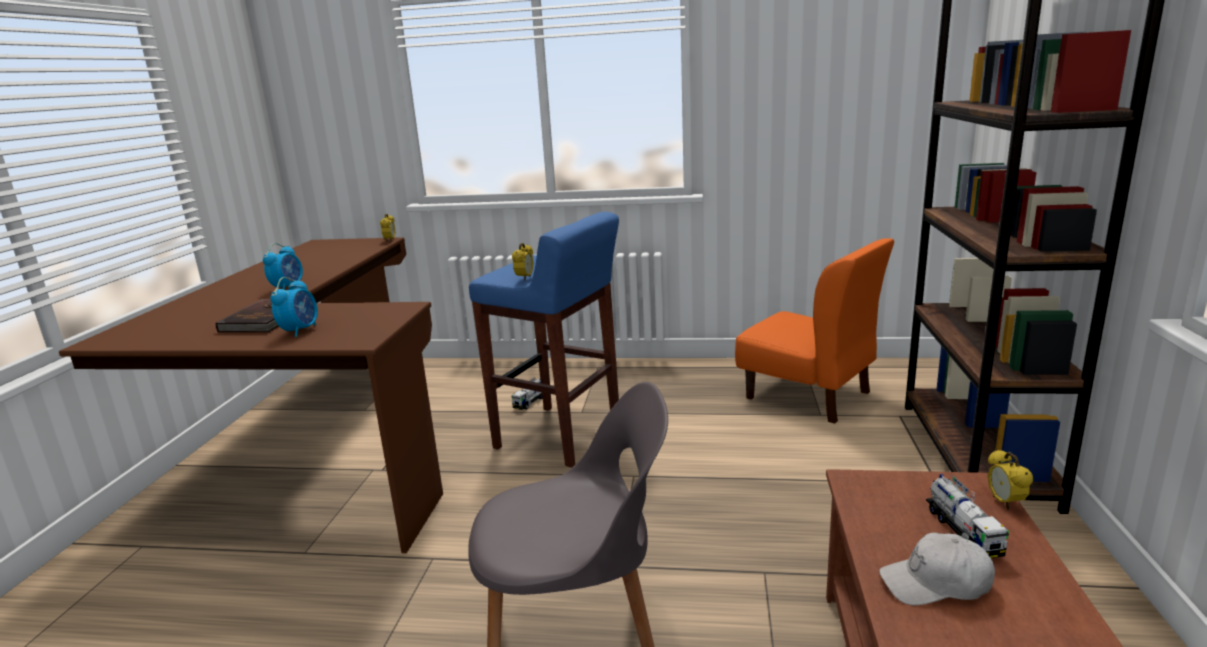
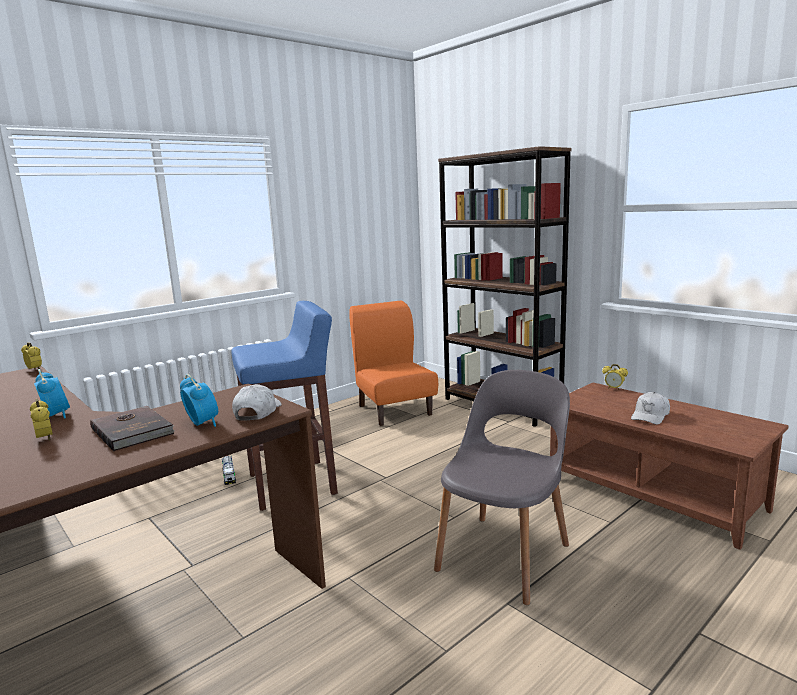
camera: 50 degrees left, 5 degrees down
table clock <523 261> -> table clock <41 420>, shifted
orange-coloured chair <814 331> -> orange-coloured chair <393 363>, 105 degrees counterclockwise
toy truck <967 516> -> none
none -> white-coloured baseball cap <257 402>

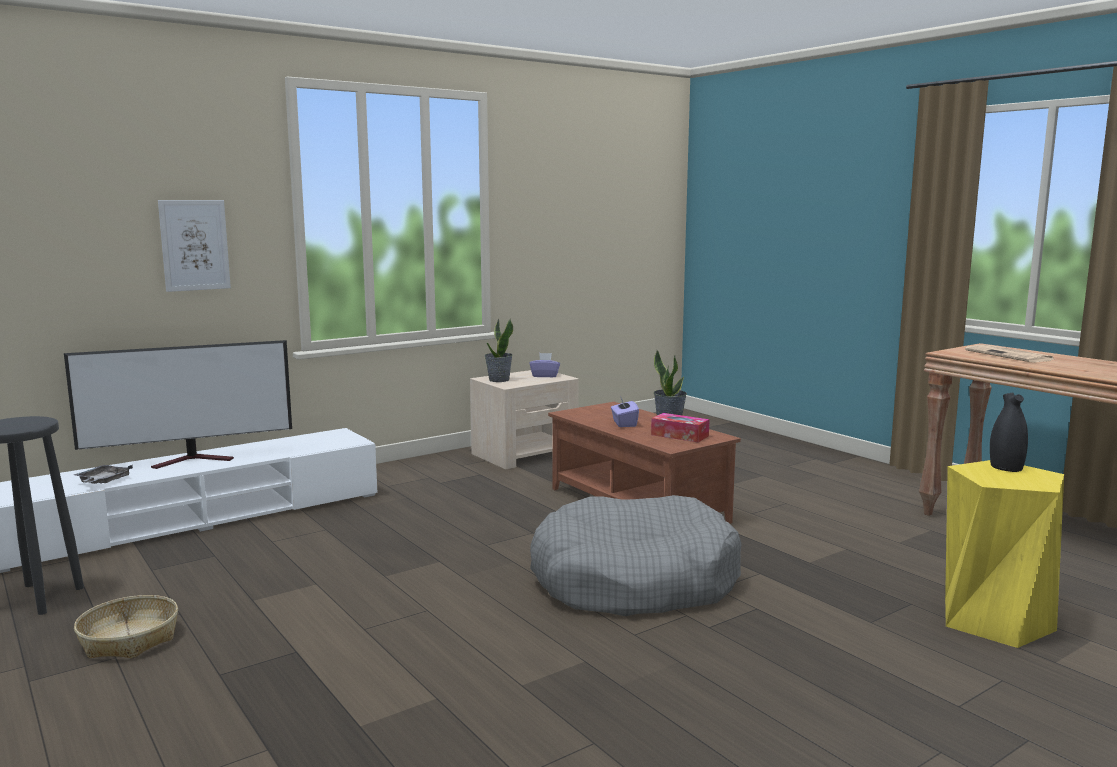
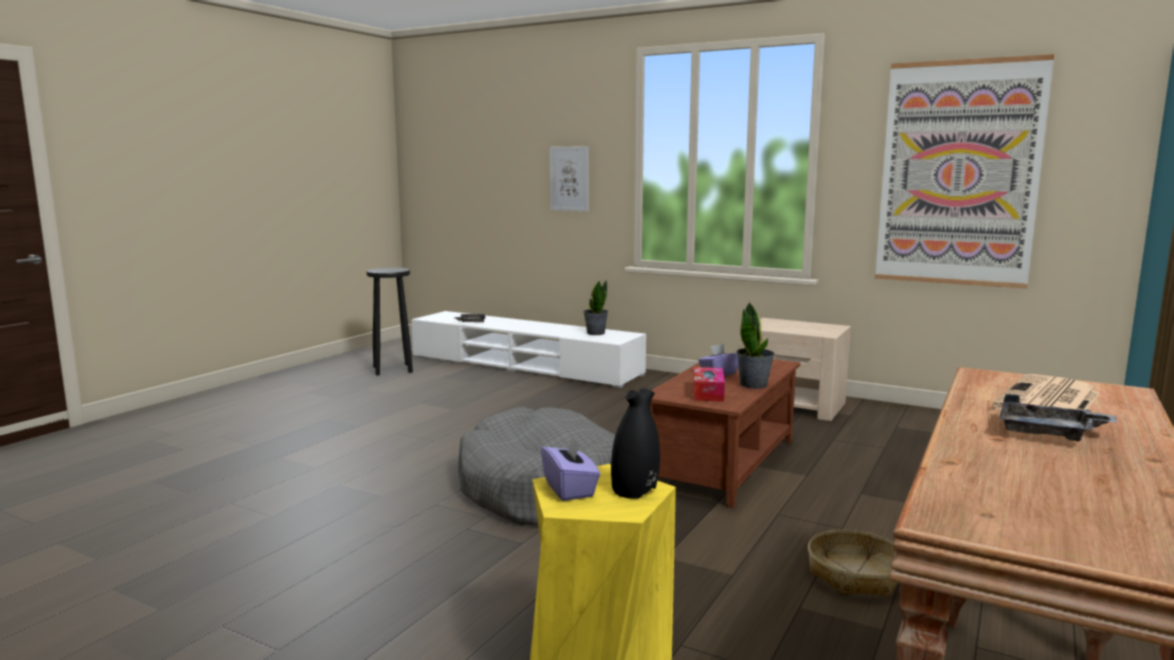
camera: 65 degrees right, 0 degrees up
TV set <178 404> -> none
household basket <126 626> -> household basket <853 563>, shifted
potted plant <498 350> -> potted plant <595 307>, shifted
purplish box of tissues <545 365> -> purplish box of tissues <570 468>, shifted
none -> picture <964 171>
none -> gray serving tray <1058 418>

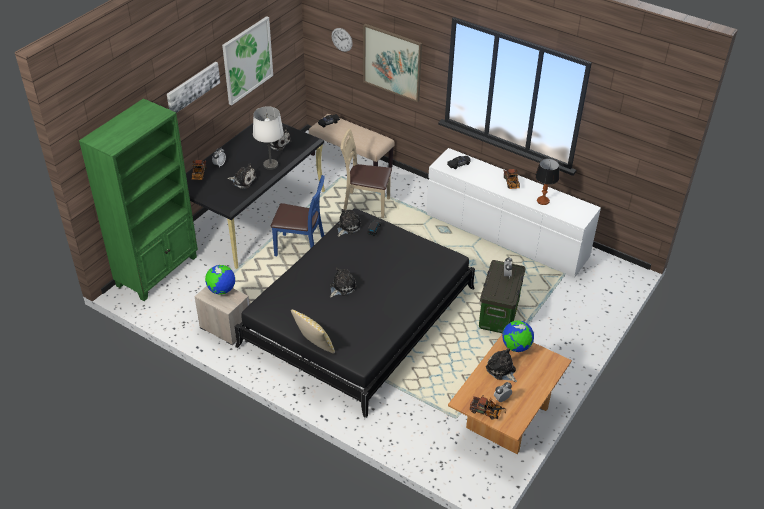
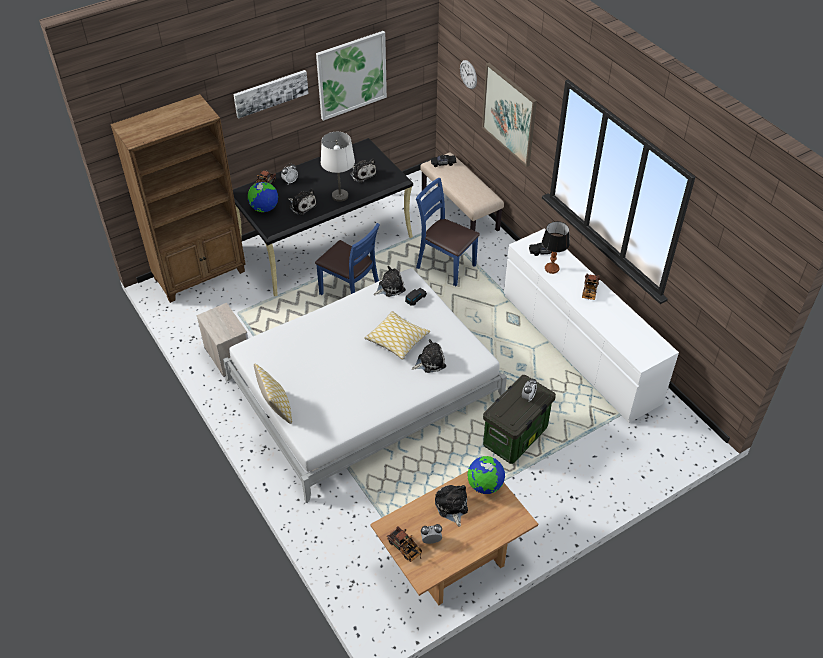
camera: 25 degrees right, 5 degrees up
green-coloured bookcase <138 199> -> brown-coloured bookcase <178 198>
world globe <220 280> -> world globe <263 197>, shifted
blackish sleeping bed <355 313> -> white-coloured sleeping bed <365 385>
soft toy <343 282> -> soft toy <429 356>, shifted
beige-coloured chair <366 173> -> blue chair <448 232>
table lamp <547 181> -> table lamp <556 247>, shifted
none -> cushion <397 335>

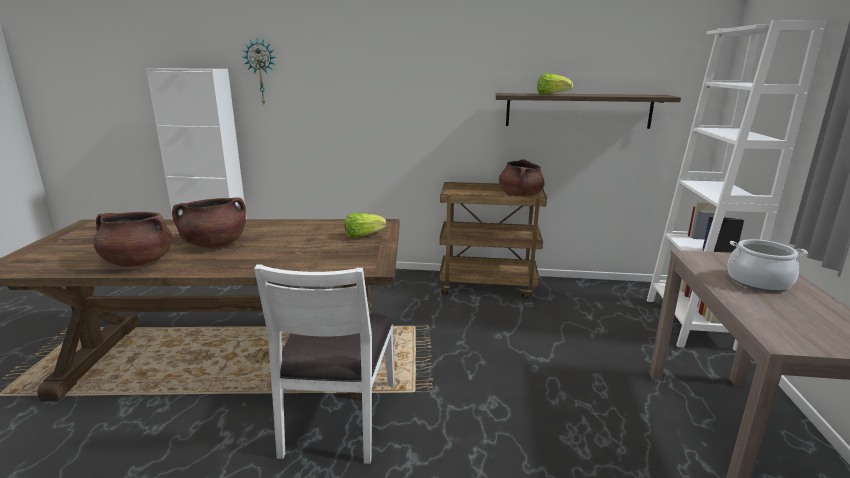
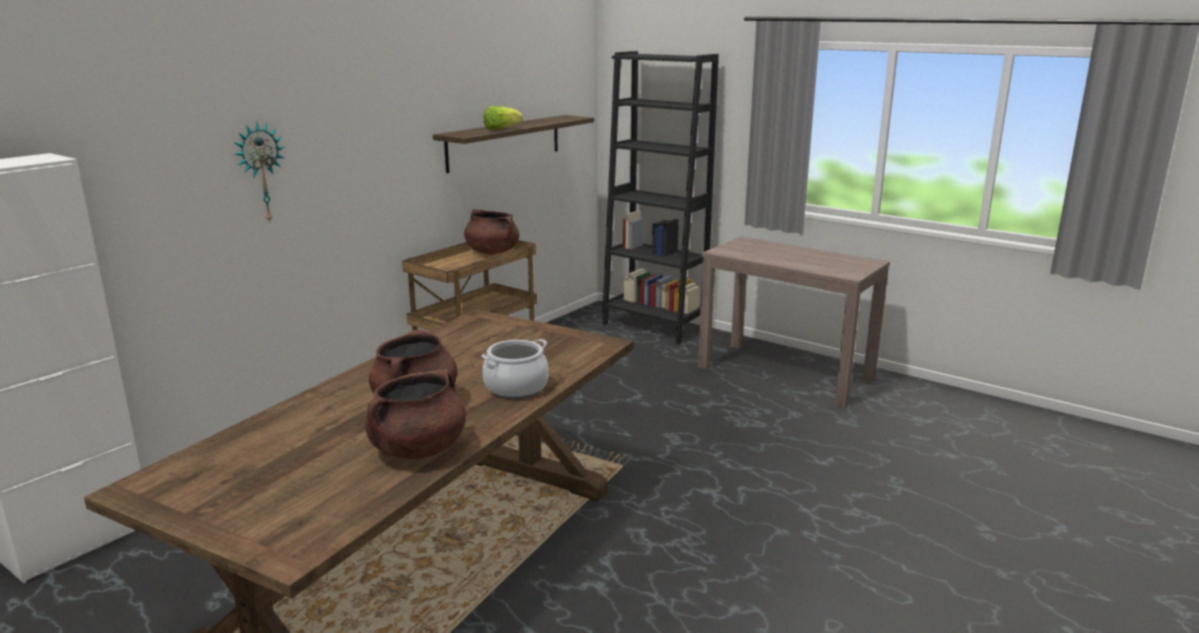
camera: 60 degrees left, 0 degrees up
clock on the wall <259 71> -> clock on the wall <259 172>, shifted
white-coloured chair <324 364> -> none
lettuce head <365 225> -> none
white-coloured bookcase <736 185> -> blackish bookcase <660 197>
stockpot <768 265> -> stockpot <515 368>, shifted

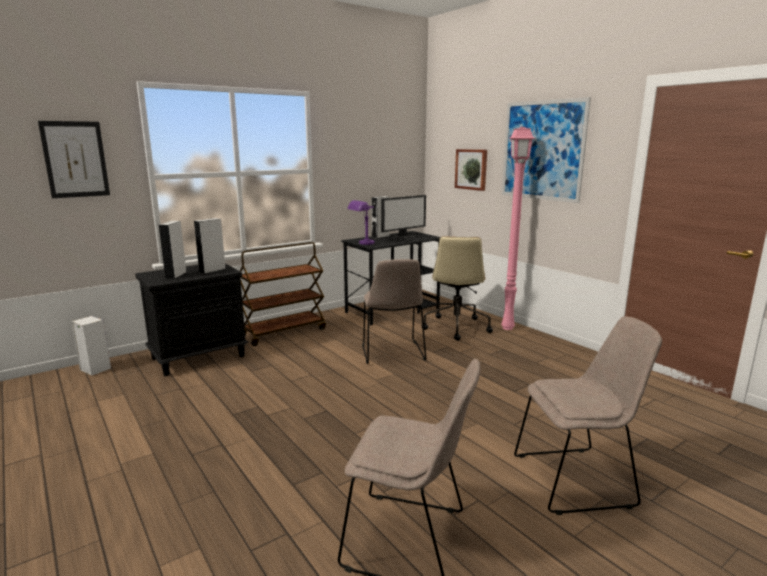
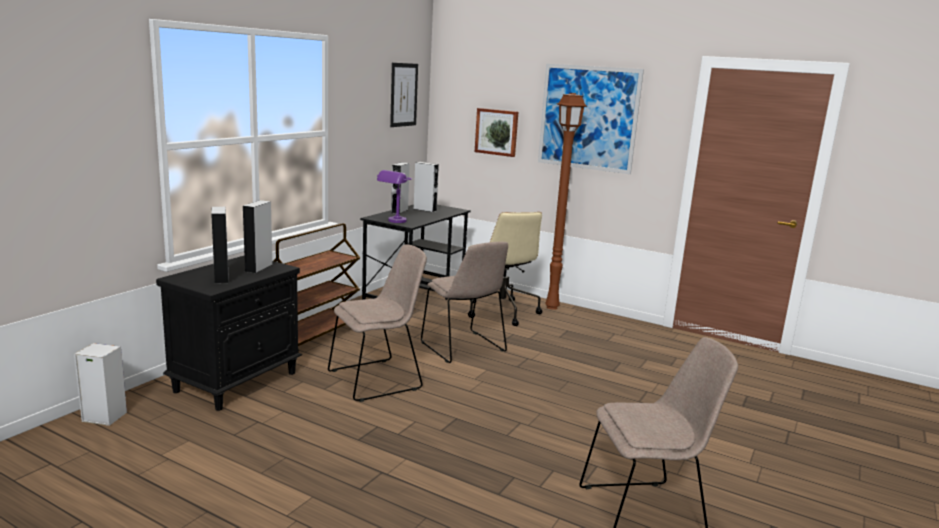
camera: 25 degrees left, 0 degrees up
picture <74 159> -> picture <404 95>, shifted
computer screen <403 217> -> gray loudspeaker <426 187>
pink-coloured standard lamp <518 228> -> brown-coloured standard lamp <566 201>
beige-coloured chair <588 415> -> beige-coloured chair <377 323>, shifted

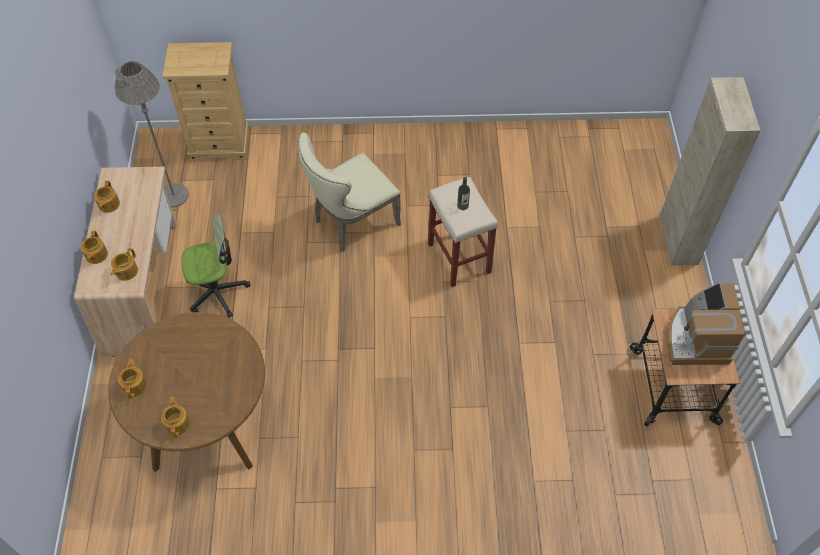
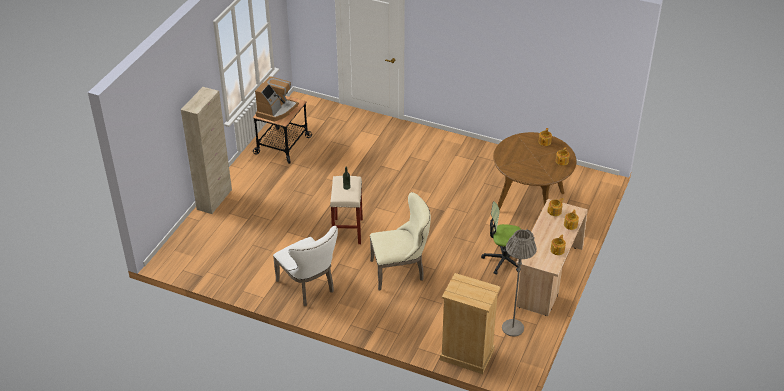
camera: 155 degrees left, 15 degrees down
none -> white-coloured chair <305 266>

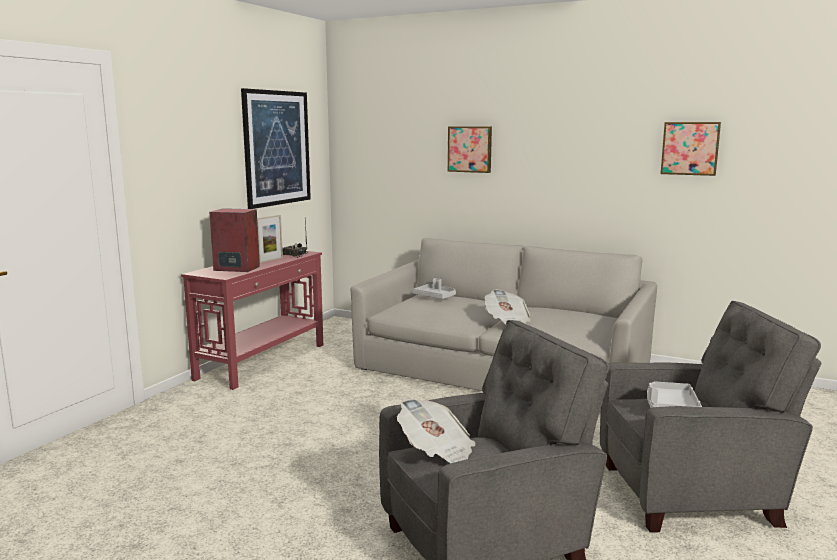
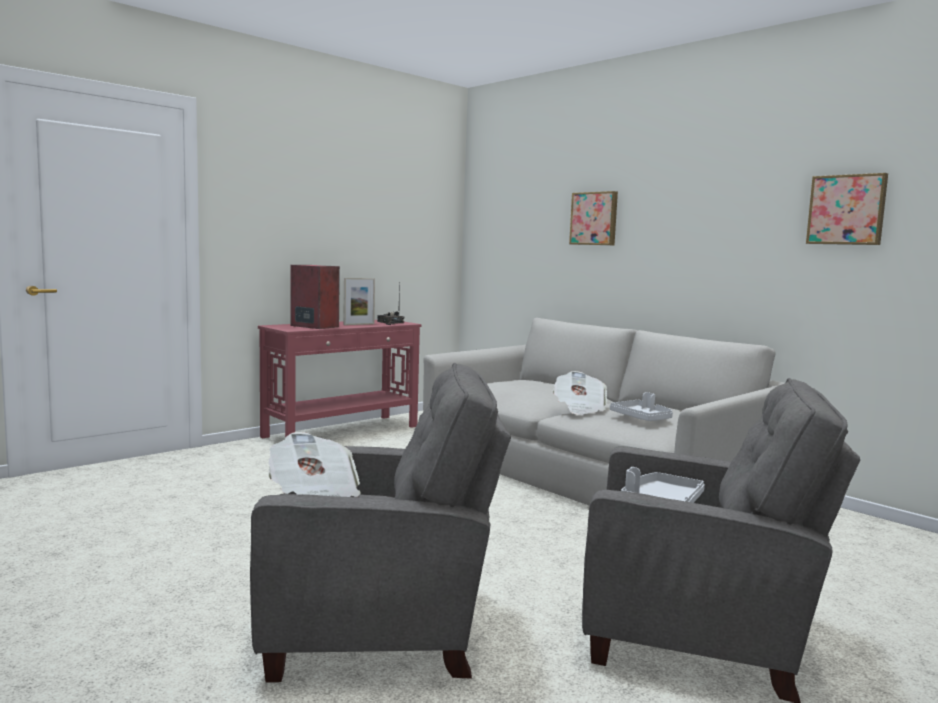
camera: 20 degrees right, 5 degrees down
picture <276 148> -> none
gray serving tray <434 288> -> gray serving tray <641 406>, shifted

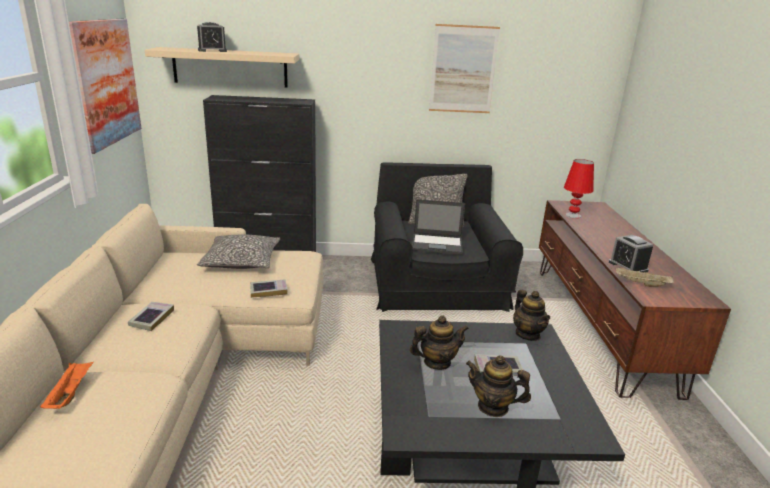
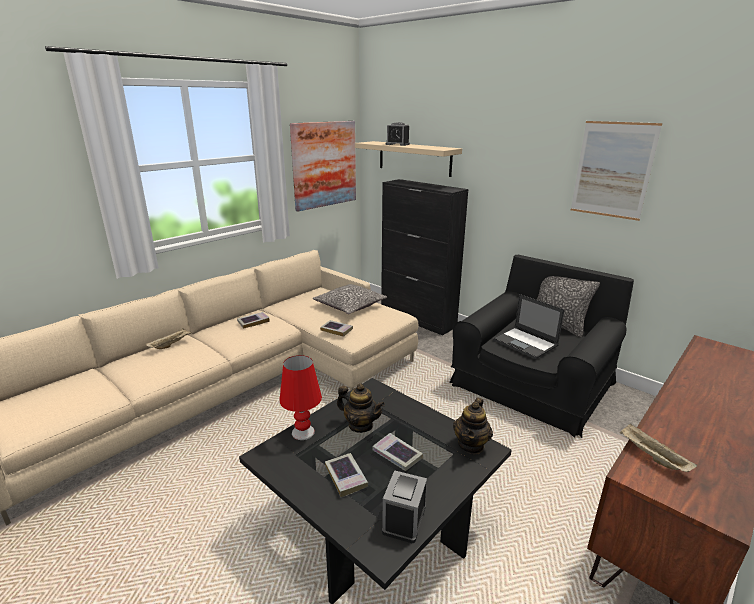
camera: 45 degrees right, 0 degrees up
orange-coloured serving tray <67 385> -> beige-coloured serving tray <169 338>
tea pot <498 386> -> bound book <346 475>
red table lamp <579 189> -> red table lamp <300 397>, shifted
table clock <631 253> -> table clock <404 506>, shifted

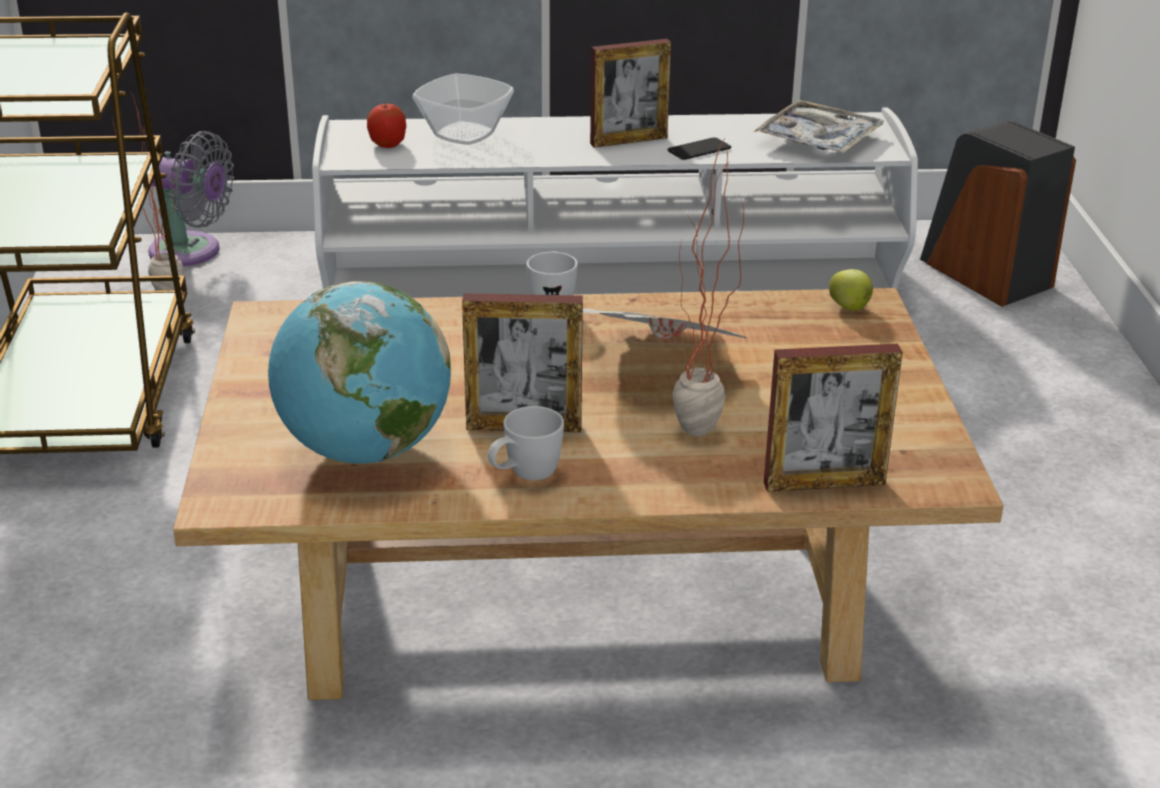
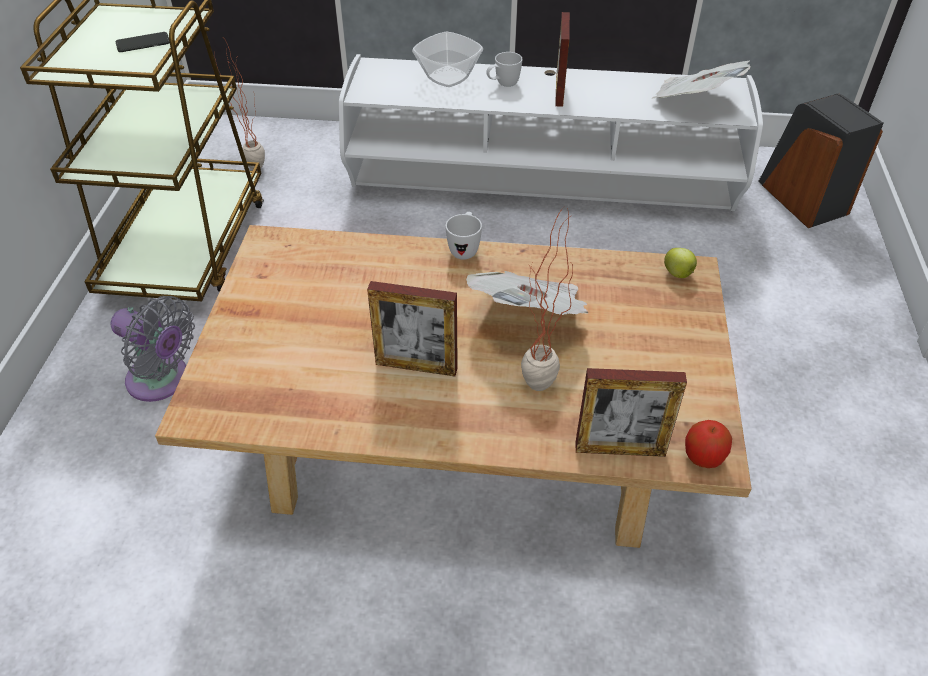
camera: 10 degrees right, 15 degrees up
gray fan <191 198> -> gray fan <153 349>, shifted
world globe <359 372> -> none
apple <386 126> -> apple <708 444>, shifted
white-coloured mug <526 443> -> white-coloured mug <504 69>, shifted
photo frame <630 93> -> photo frame <562 59>, 105 degrees clockwise
phone <699 148> -> phone <143 42>, shifted
serving tray <818 127> -> daily paper <701 79>

